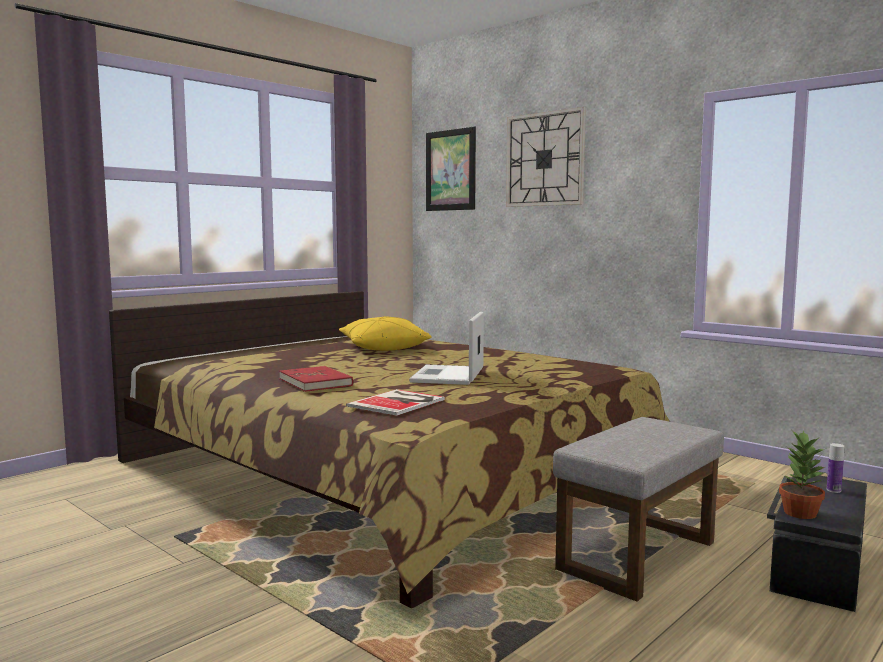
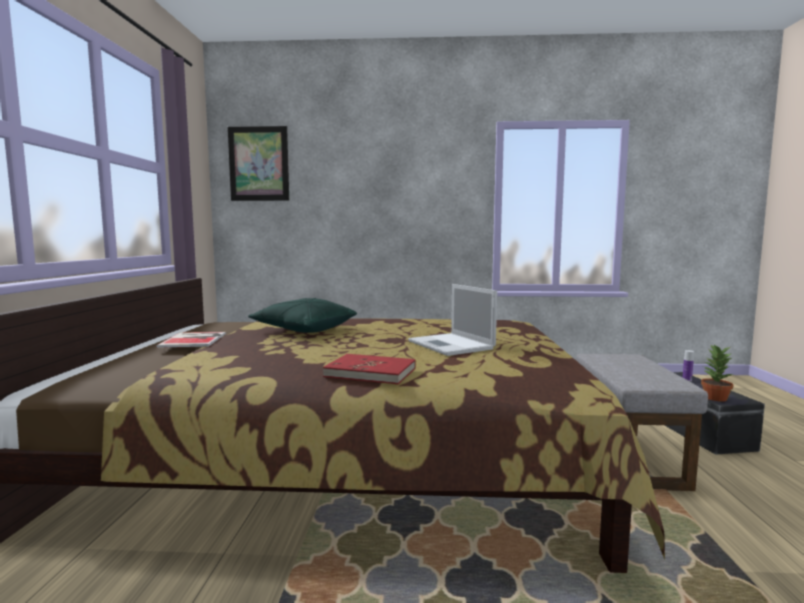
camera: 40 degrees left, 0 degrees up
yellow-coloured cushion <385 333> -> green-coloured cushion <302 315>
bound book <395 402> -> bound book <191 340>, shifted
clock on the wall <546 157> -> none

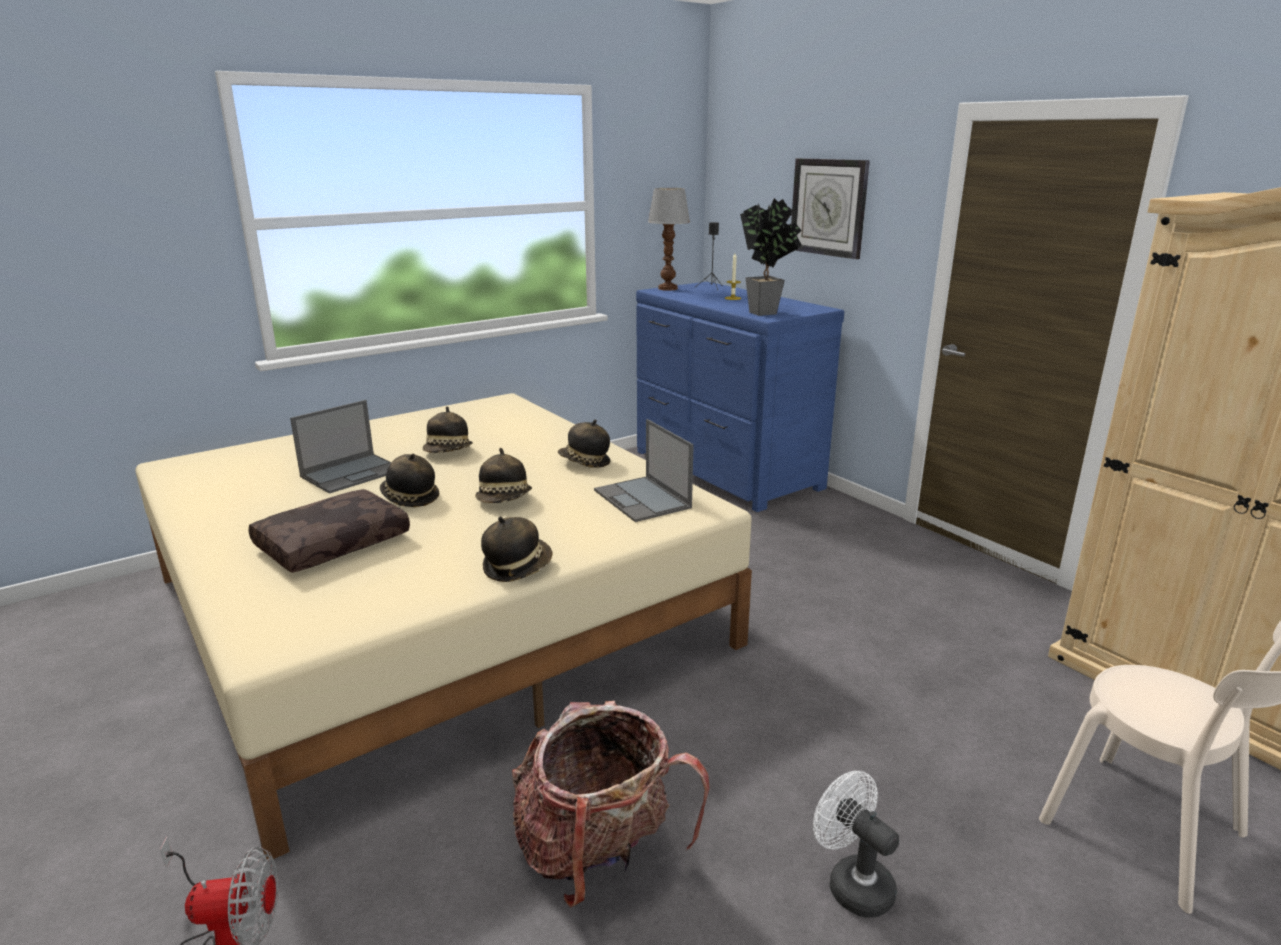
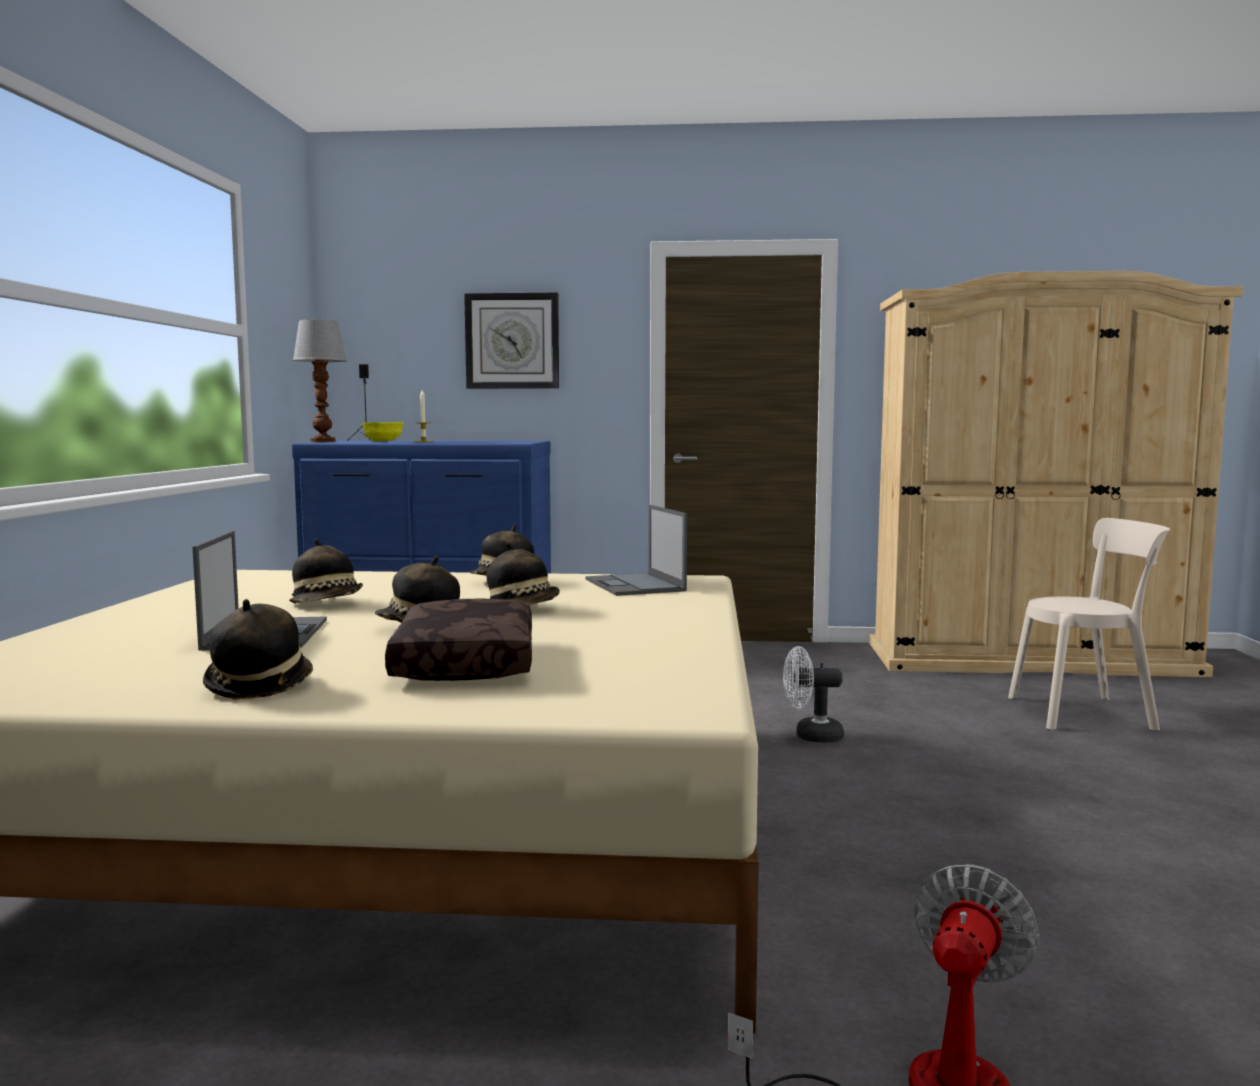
camera: 50 degrees left, 15 degrees down
wearable hat <516 549> -> wearable hat <258 649>, shifted
knapsack <611 804> -> none
notebook computer <644 470> -> notebook computer <636 550>, 60 degrees clockwise
potted plant <771 257> -> none
white-coloured fan <856 844> -> white-coloured fan <813 694>, shifted
none -> yellow-coloured bowl <383 432>

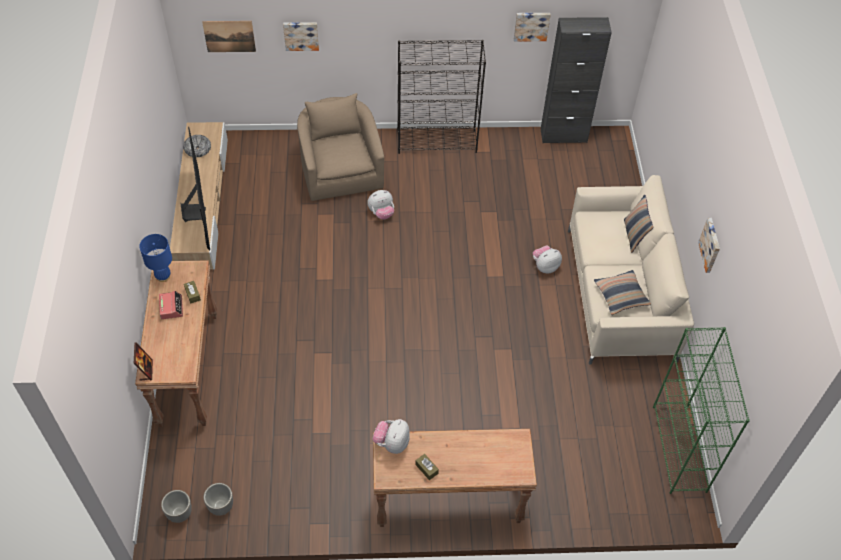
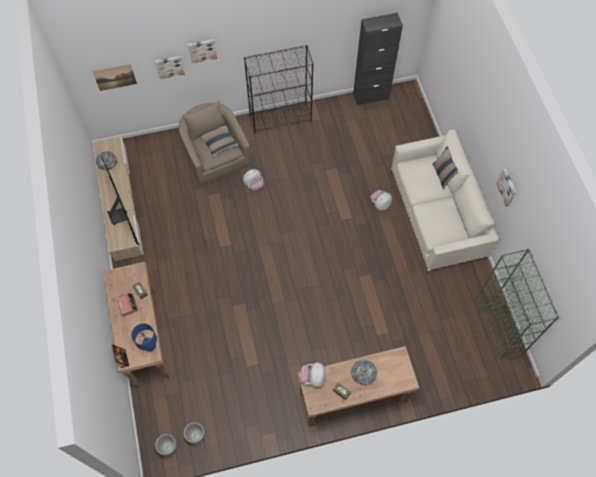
camera: 10 degrees left, 10 degrees up
blue table lamp <155 258> -> blue table lamp <144 337>, shifted
picture <532 27> -> picture <202 51>, shifted
cushion <622 292> -> cushion <219 140>, shifted
none -> bowl <364 372>

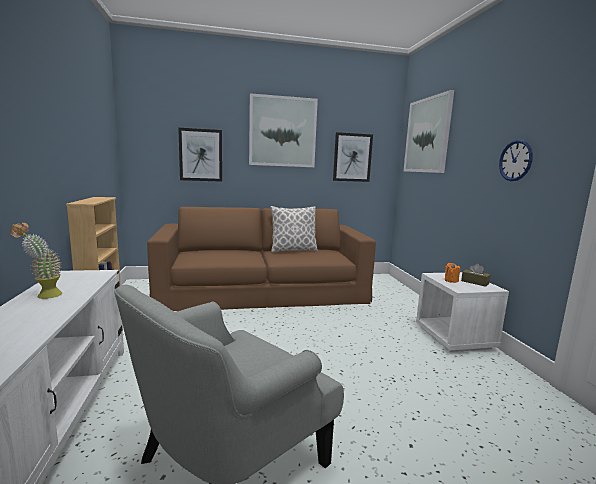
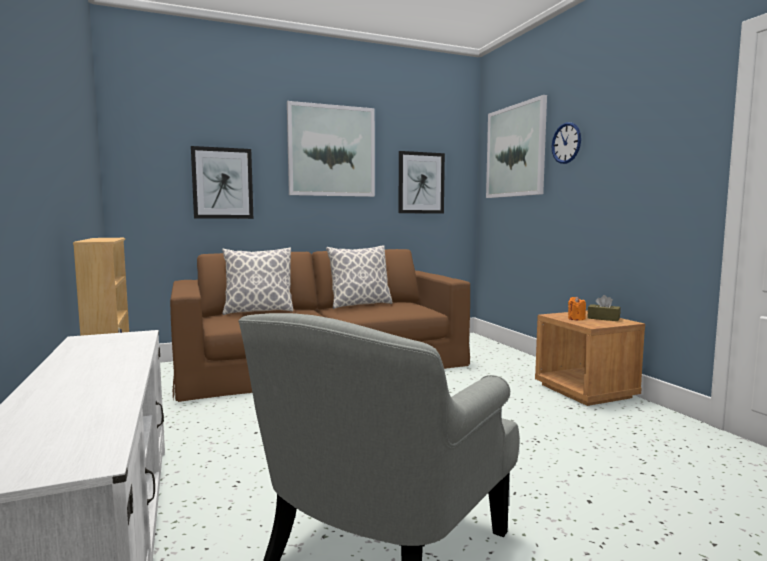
camera: 10 degrees left, 5 degrees down
potted plant <36 261> -> none
white-coloured nightstand <462 312> -> brown-coloured nightstand <590 358>
clock on the wall <516 160> -> clock on the wall <566 143>, shifted
none -> cushion <257 281>

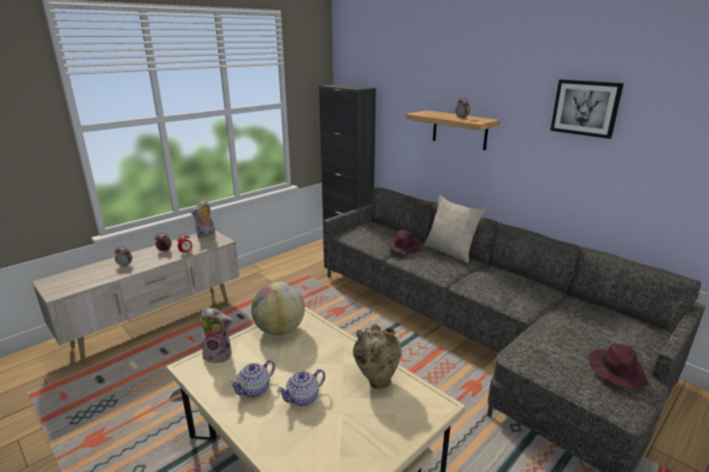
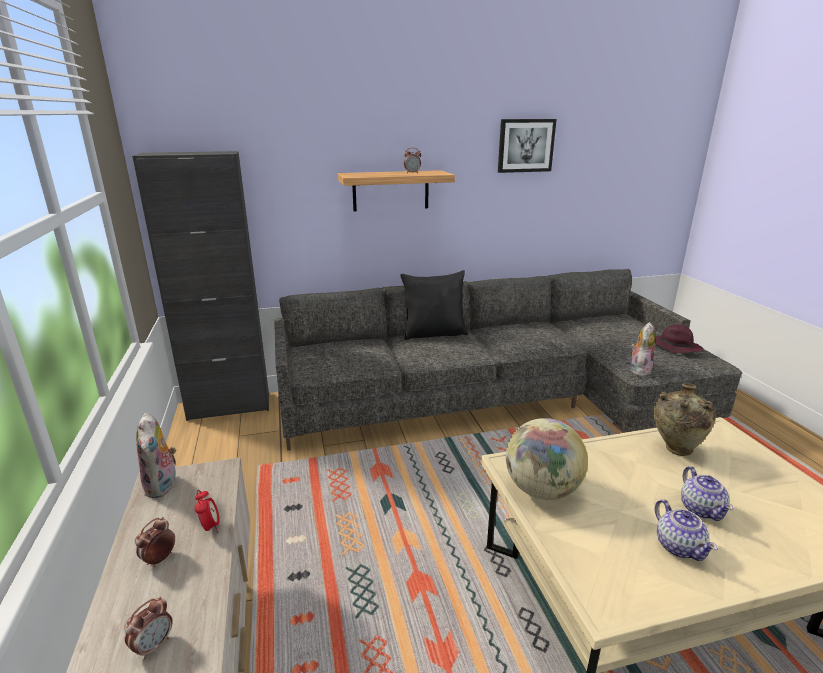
camera: 60 degrees left, 0 degrees up
soft toy <216 335> -> soft toy <643 349>, shifted
purplish wearable hat <404 242> -> none
beige-coloured cushion <454 229> -> blackish cushion <434 305>

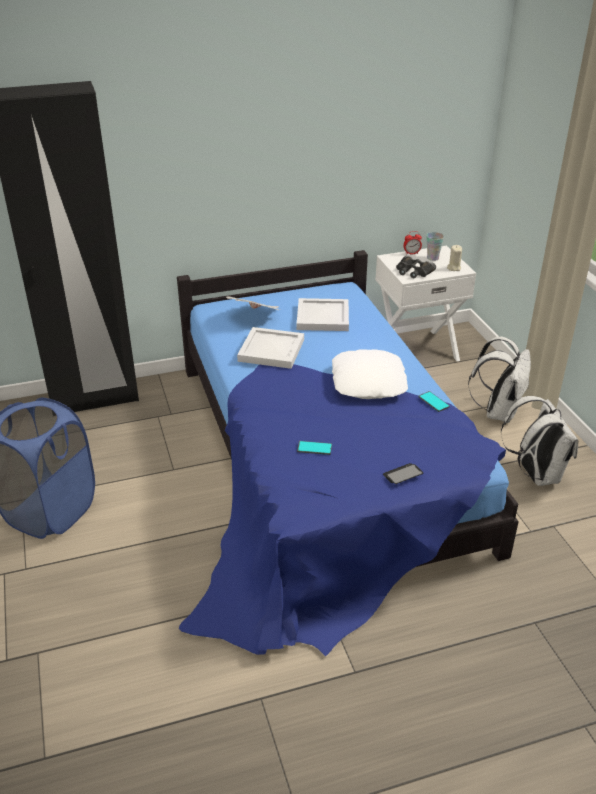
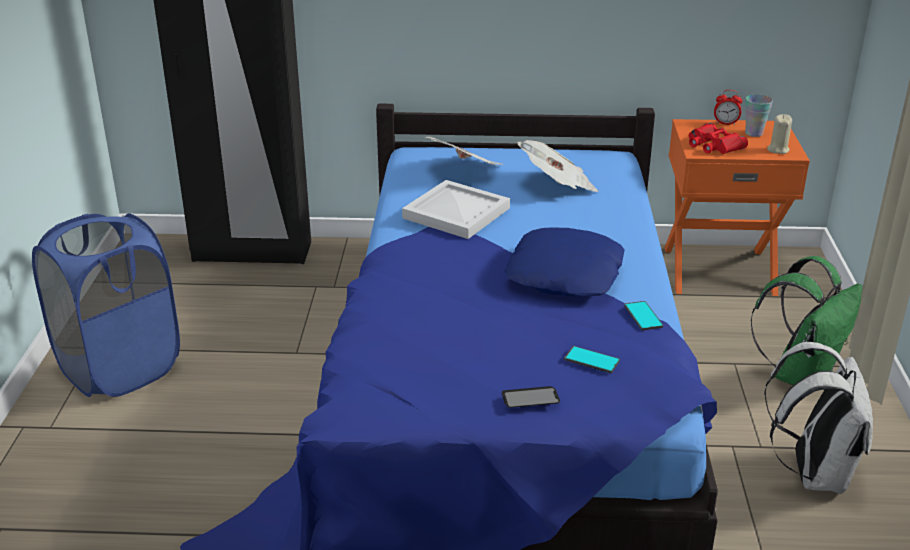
camera: 20 degrees right, 5 degrees down
white-coloured serving tray <323 314> -> daily paper <557 166>
phone <314 448> -> phone <592 359>, shifted
white-coloured cushion <370 374> -> blue cushion <564 261>
white-coloured nightstand <425 303> -> orange-coloured nightstand <737 207>
blackish binoculars <416 267> -> red binoculars <718 138>
white-coloured knapsack <499 379> -> green-coloured knapsack <807 320>

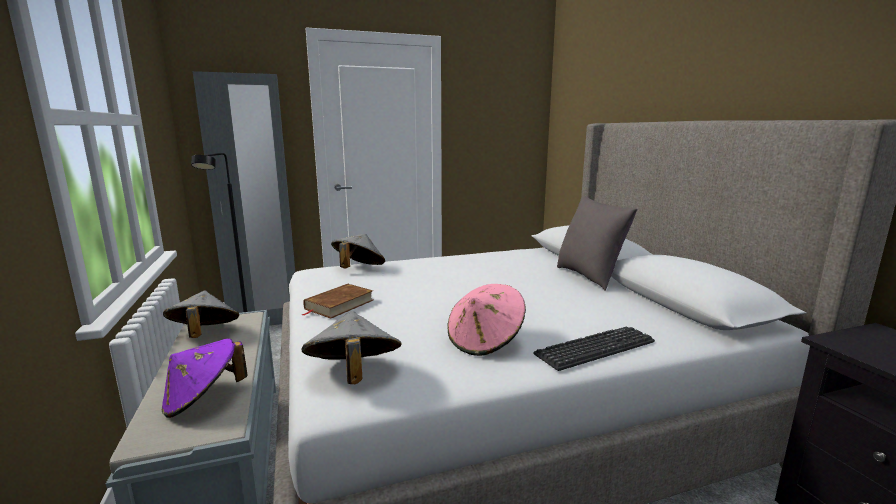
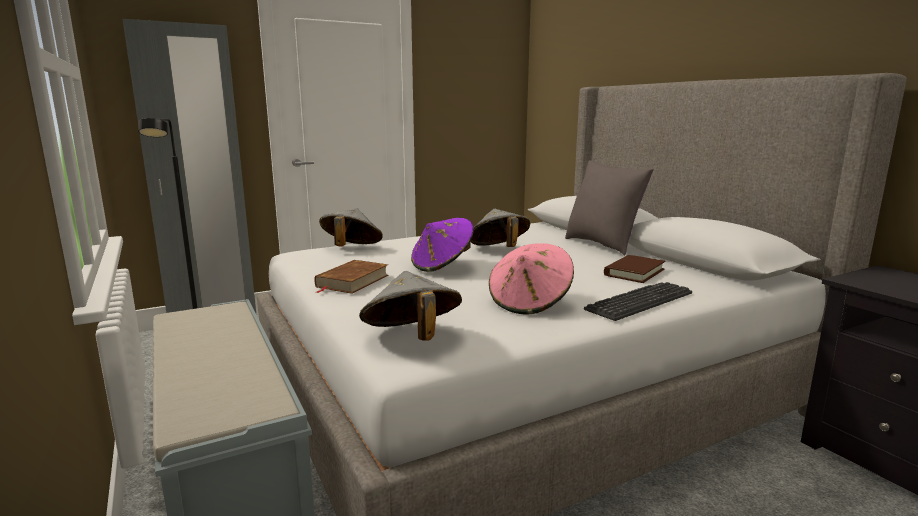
camera: 10 degrees left, 0 degrees up
purplish wearable hat <205 378> -> purplish wearable hat <442 245>, shifted
gray wearable hat <201 314> -> gray wearable hat <500 228>, shifted
none -> brown-coloured bound book <634 269>

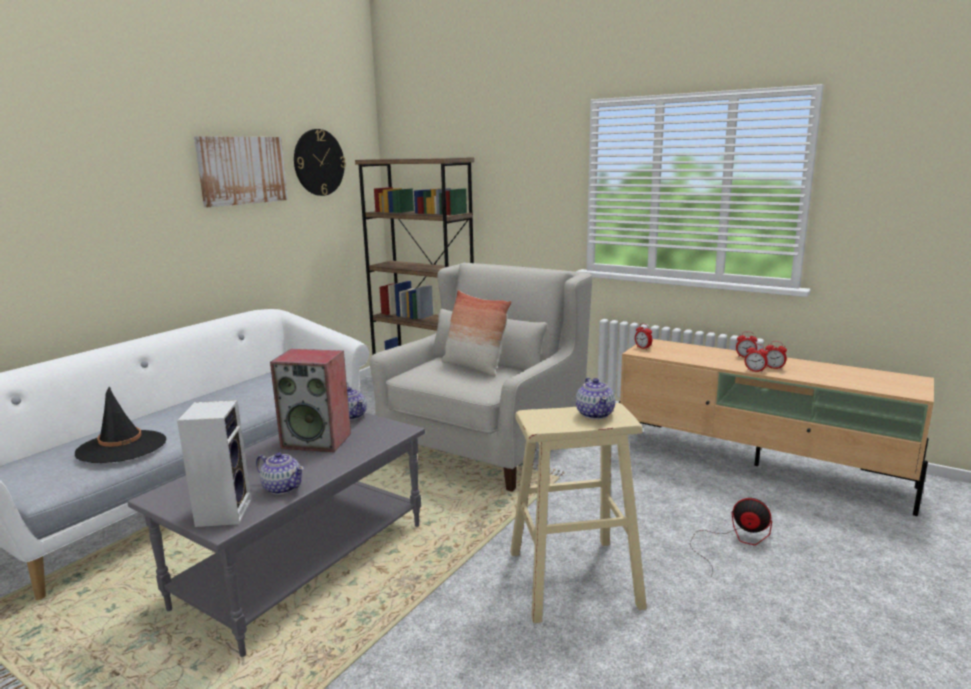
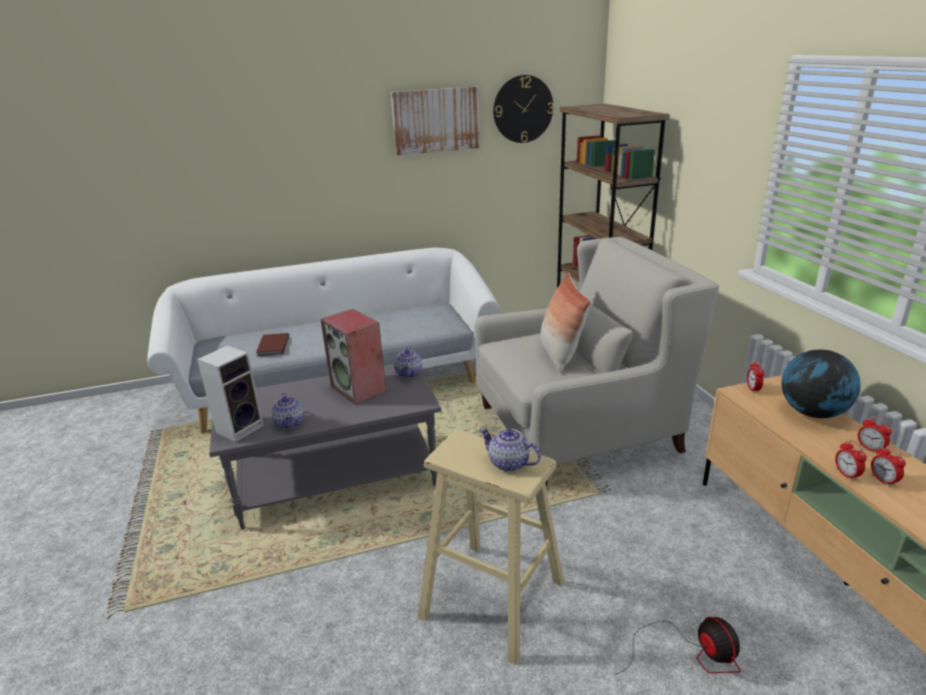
camera: 40 degrees right, 10 degrees up
blackish wearable hat <120 424> -> brown-coloured bound book <272 344>
tea pot <595 398> -> tea pot <510 450>, 90 degrees clockwise
none -> world globe <821 384>

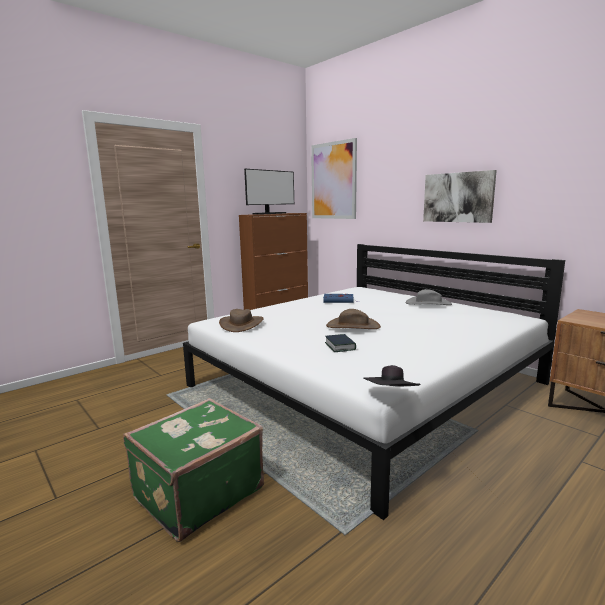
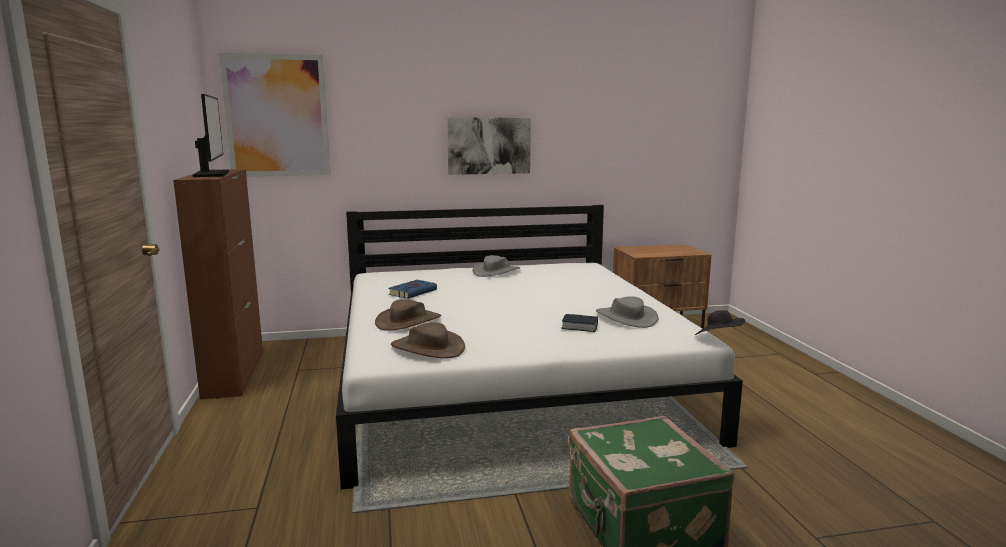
camera: 60 degrees left, 0 degrees up
brown-coloured wearable hat <353 319> -> brown-coloured wearable hat <408 314>, shifted
none -> gray wearable hat <627 312>

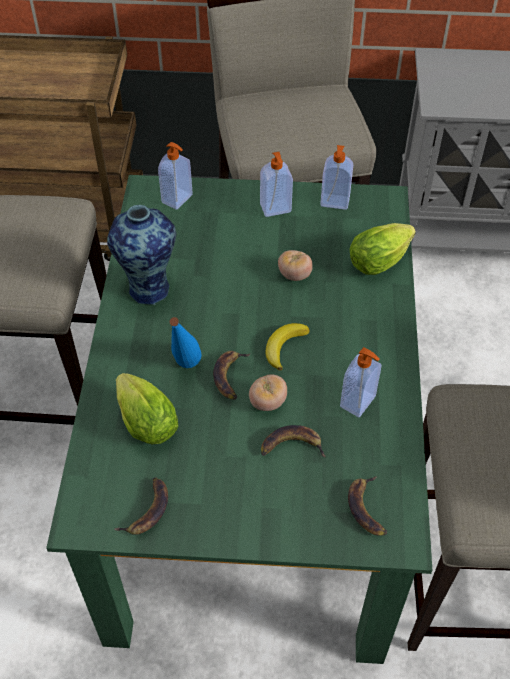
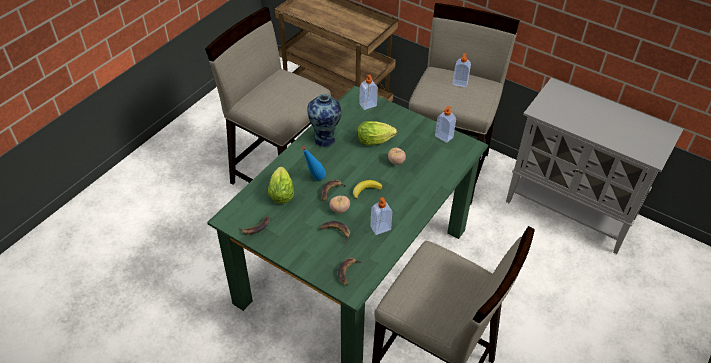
camera: 30 degrees right, 5 degrees down
liquid soap bottle <276 184> -> liquid soap bottle <462 70>, shifted
lettuce head <382 249> -> lettuce head <377 133>, shifted

